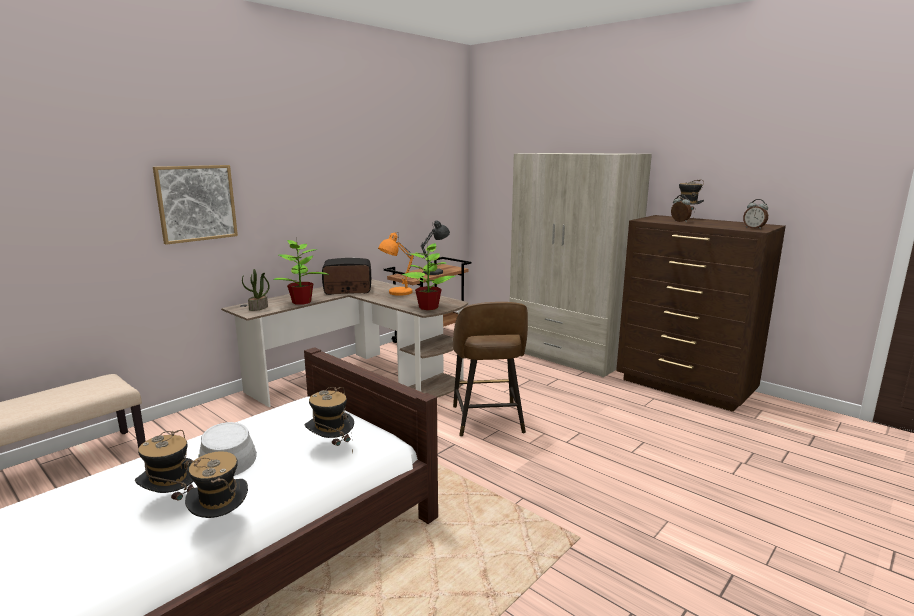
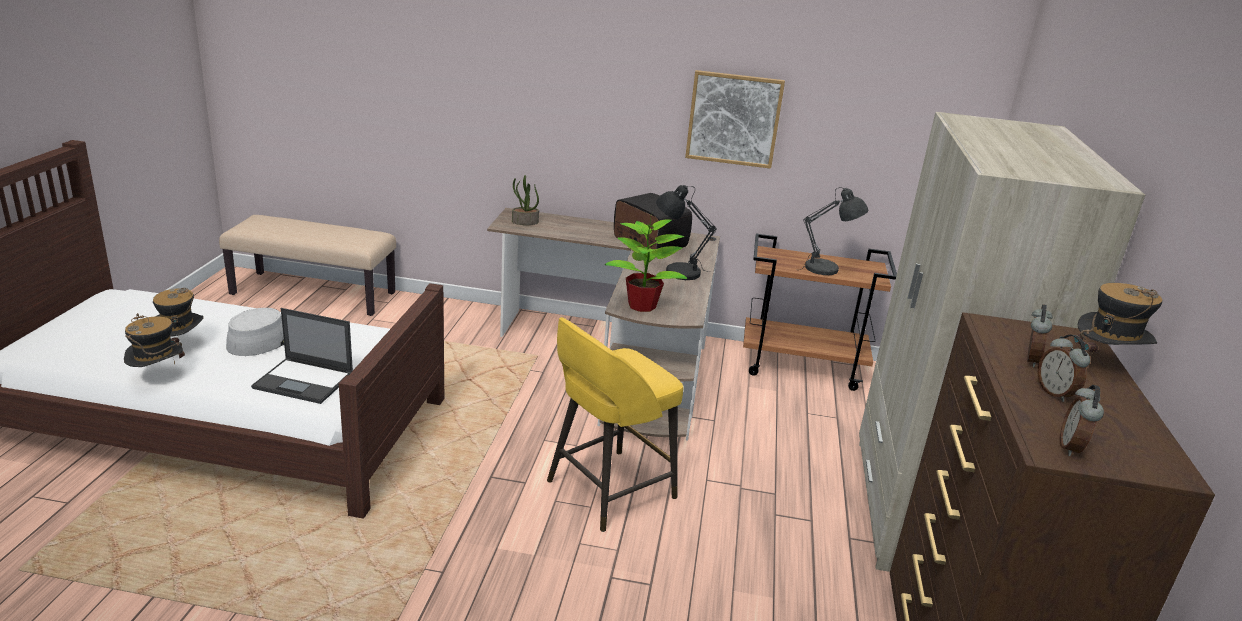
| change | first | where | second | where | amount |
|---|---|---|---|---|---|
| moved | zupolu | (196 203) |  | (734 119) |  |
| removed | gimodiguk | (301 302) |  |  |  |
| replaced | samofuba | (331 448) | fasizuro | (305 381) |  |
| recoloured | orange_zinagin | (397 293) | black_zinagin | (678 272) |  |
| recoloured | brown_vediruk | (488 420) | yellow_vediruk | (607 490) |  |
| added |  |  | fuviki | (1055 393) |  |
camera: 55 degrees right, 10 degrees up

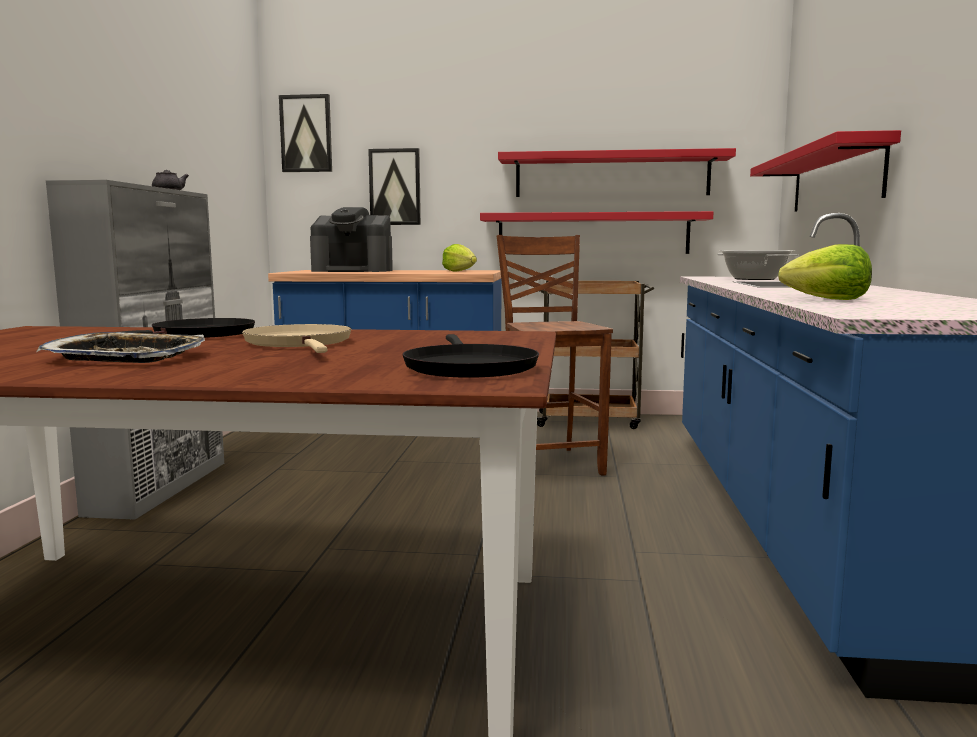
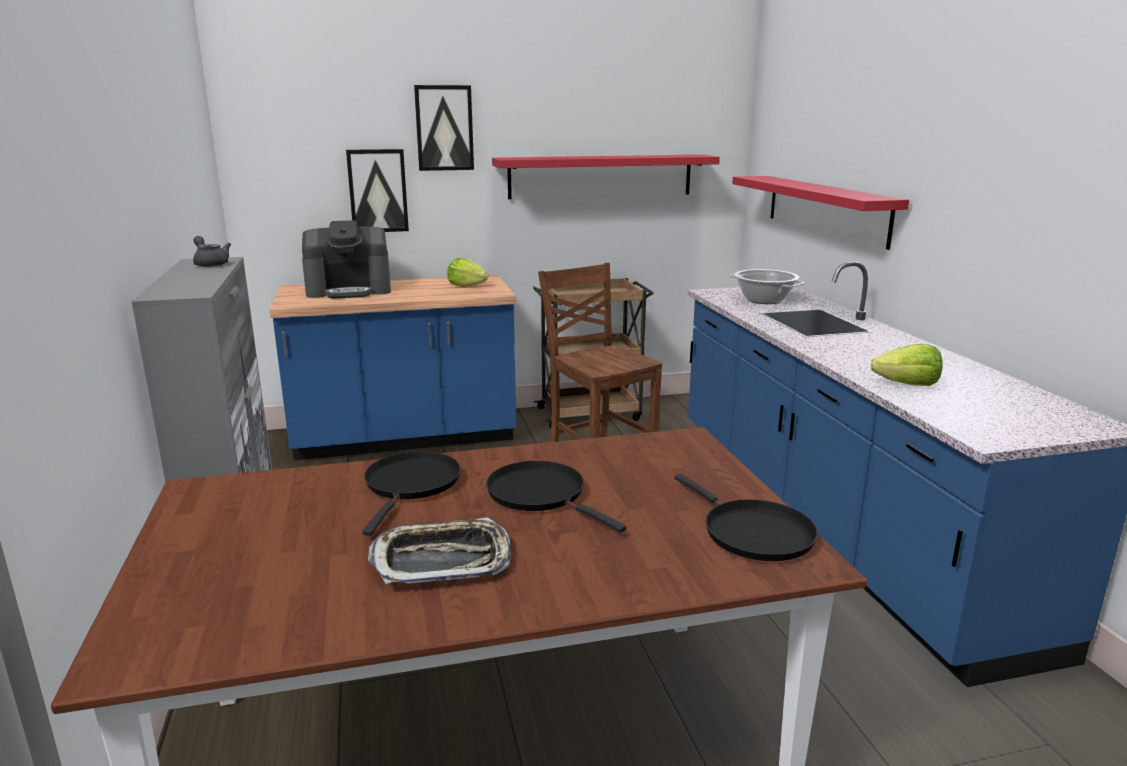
| change | first | where | second | where | amount |
|---|---|---|---|---|---|
| recoloured | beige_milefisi | (300 343) | black_milefisi | (541 494) |  |
| moved | zupolu | (306 134) |  | (444 128) |  |
| removed | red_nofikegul | (593 233) |  |  |  |
camera: 20 degrees left, 10 degrees up

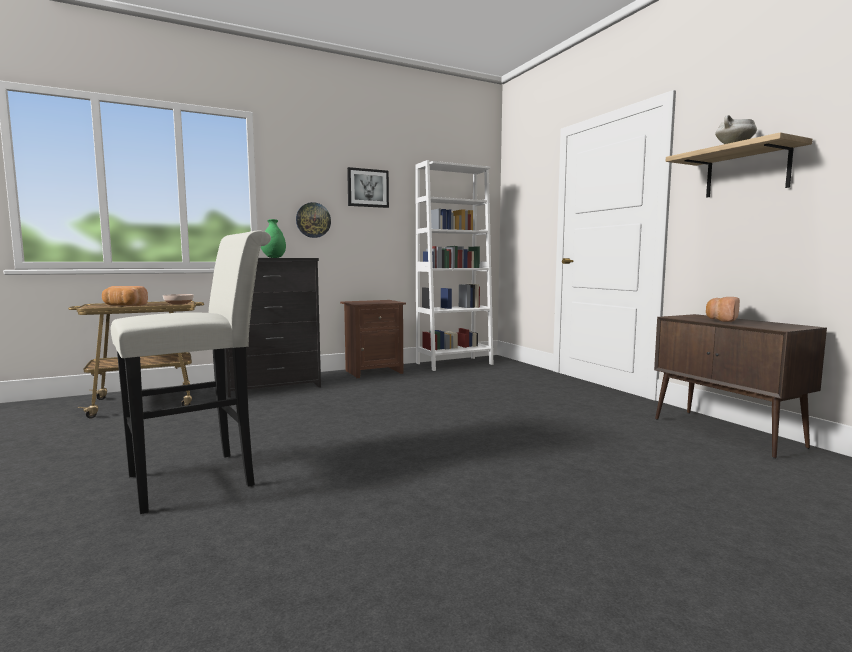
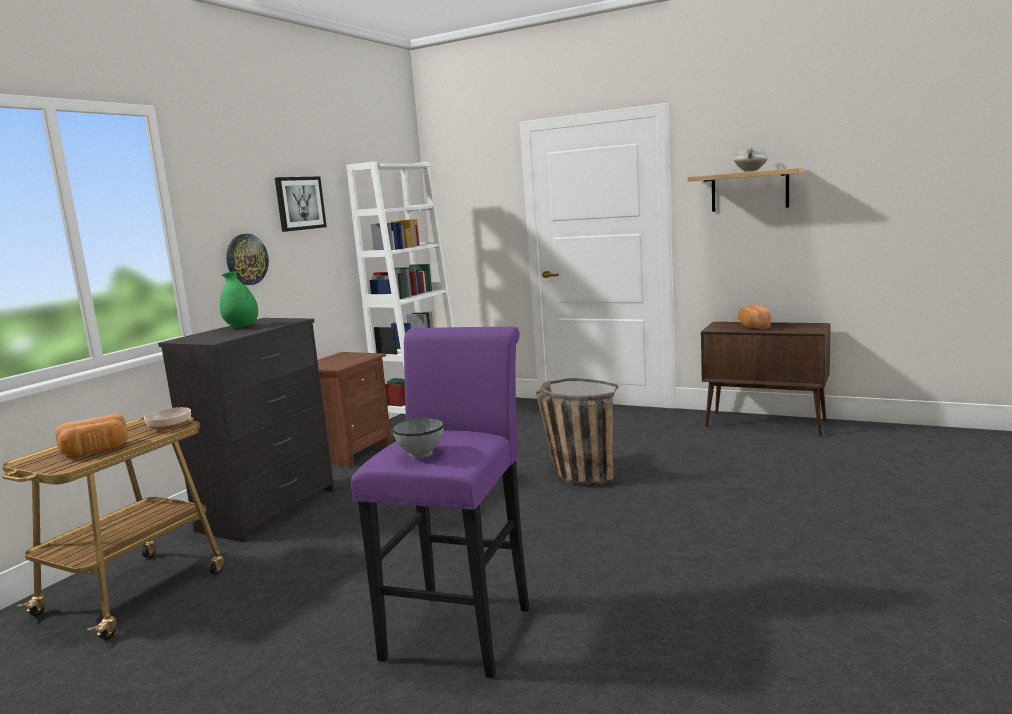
| change | first | where | second | where | amount |
|---|---|---|---|---|---|
| recoloured | white_vediruk | (202 478) | purple_vediruk | (462 626) |  |
| added |  |  | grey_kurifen | (420 453) |  |
| added |  |  | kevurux | (573 474) |  |
camera: 35 degrees left, 5 degrees up

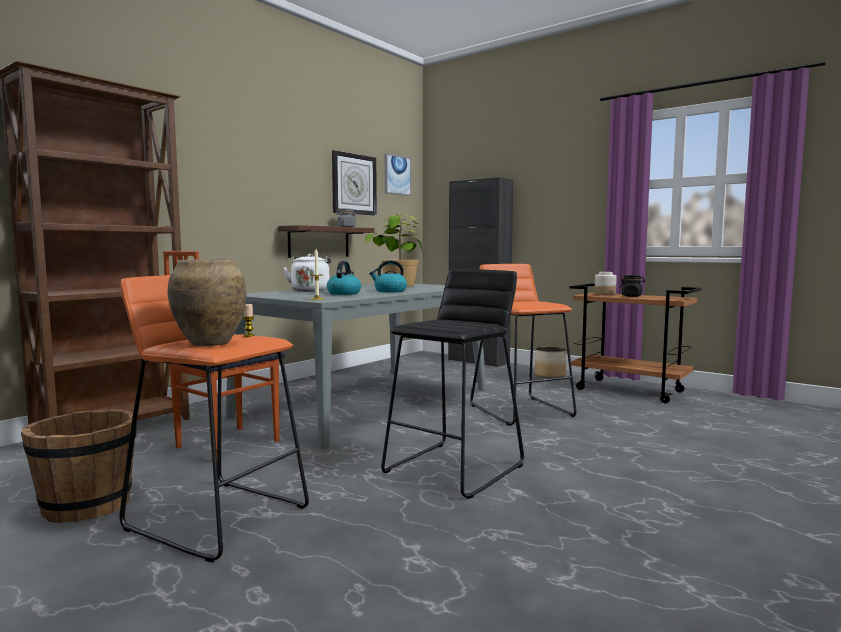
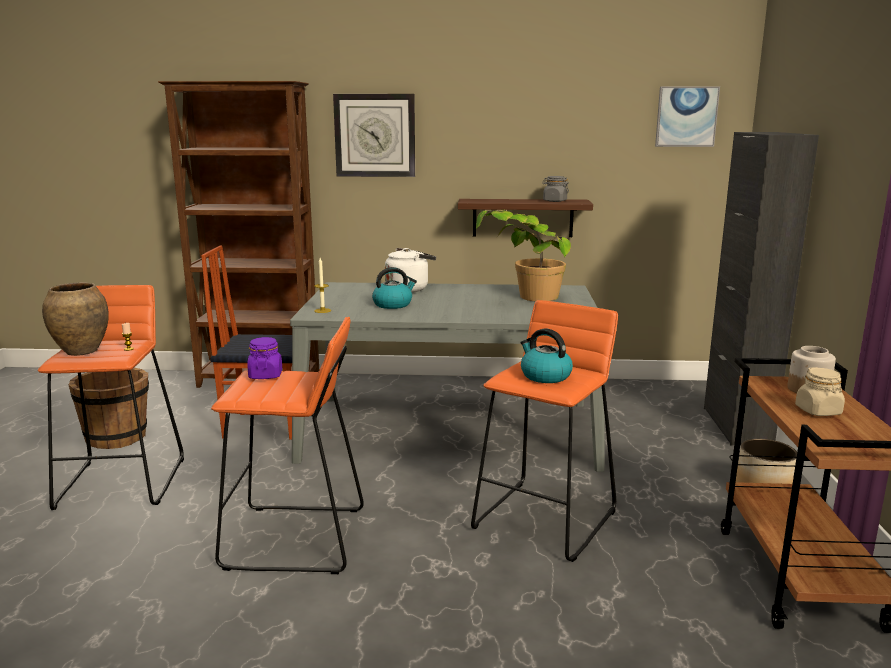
| change | first | where | second | where | amount |
|---|---|---|---|---|---|
| moved | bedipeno | (354 184) |  | (375 135) |  |
| moved | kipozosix | (390 291) |  | (544 376) |  |
| recoloured | black_vediruk | (455 468) | orange_vediruk | (296 539) |  |
| recoloured | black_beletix | (632 296) | beige_beletix | (818 411) |  |
| added |  |  | purple_beletix | (265 375) |  |
camera: 55 degrees right, 10 degrees up

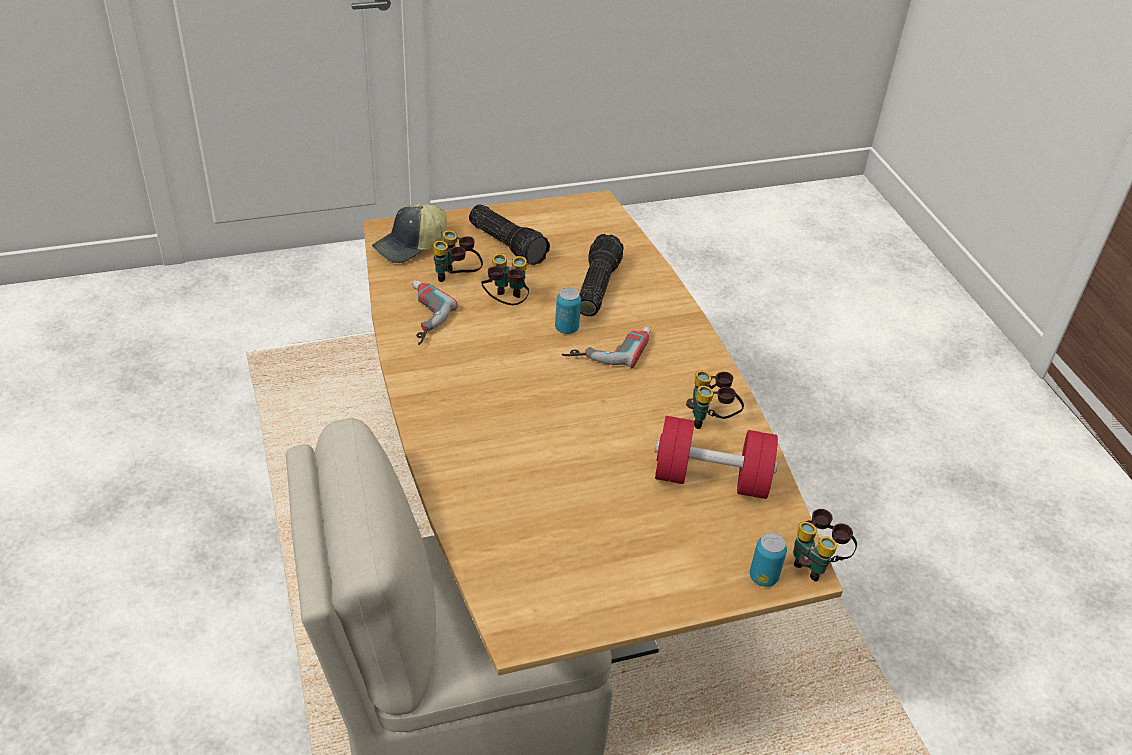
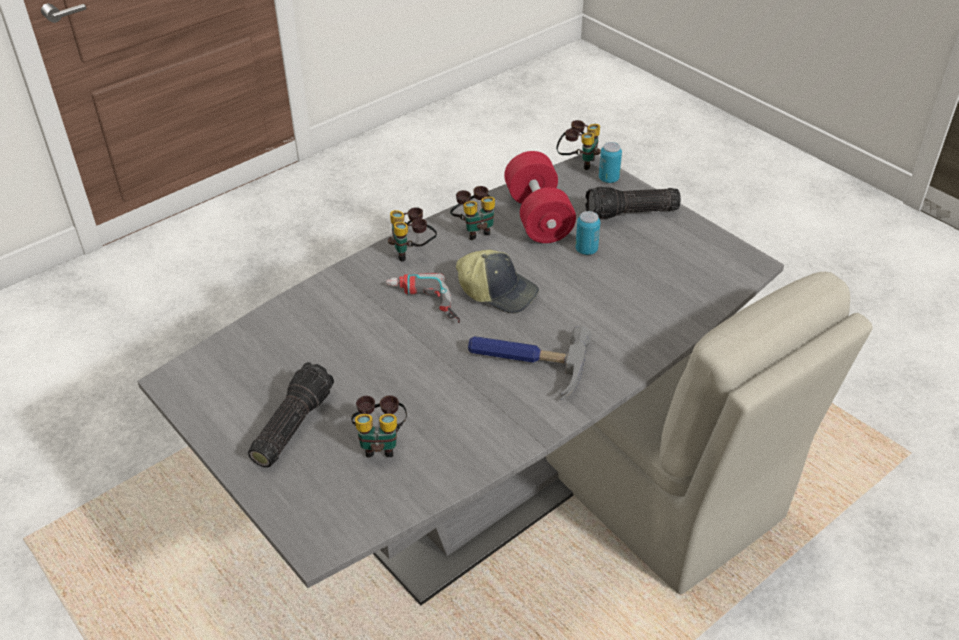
| change | first | where | second | where | amount |
|---|---|---|---|---|---|
| recoloured | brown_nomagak | (552 560) | grey_nomagak | (481 494) |  |
| moved | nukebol | (411 246) |  | (498 291) |  |
| removed | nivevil | (418 316) |  |  |  |
| moved | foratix | (506 303) |  | (413 252) |  |
| moved | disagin | (566 328) |  | (586 250) |  |
| moved | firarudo | (595 286) |  | (631 214) |  |
| added |  |  | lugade | (525 363) |  |
camera: 110 degrees left, 0 degrees up

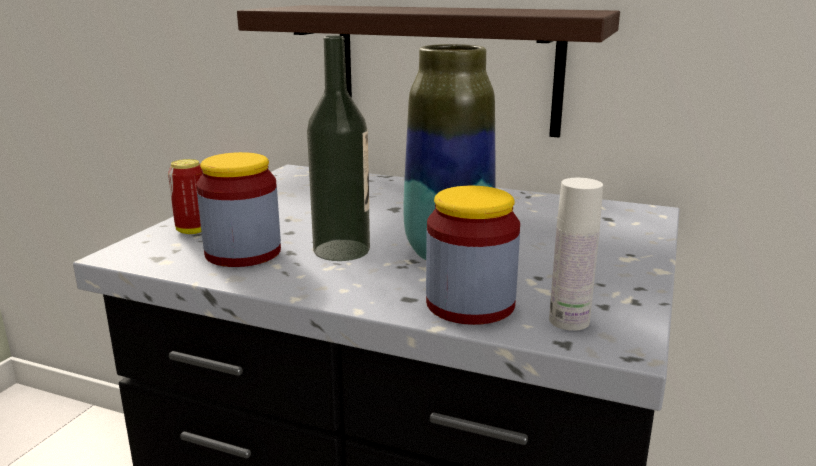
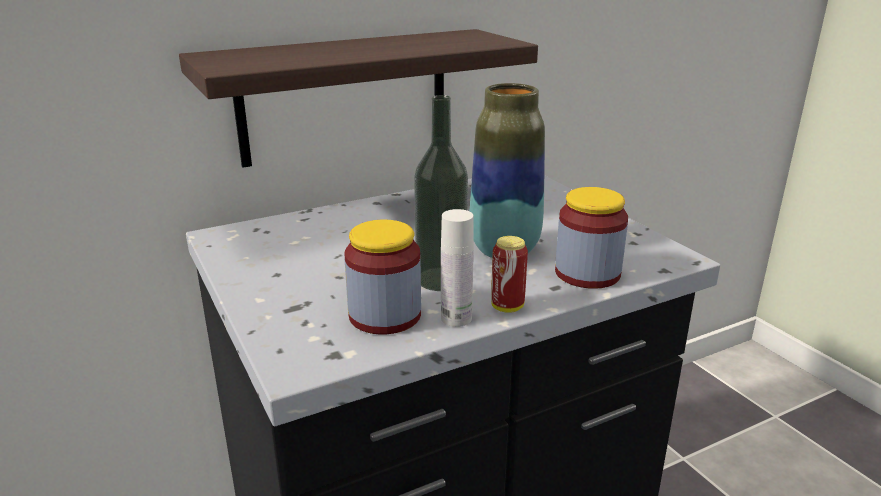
| change | first | where | second | where | amount |
|---|---|---|---|---|---|
| moved | disagin | (193 231) |  | (507 307) |  |
| moved | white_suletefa | (569 321) |  | (456 318) |  |
camera: 50 degrees left, 5 degrees up

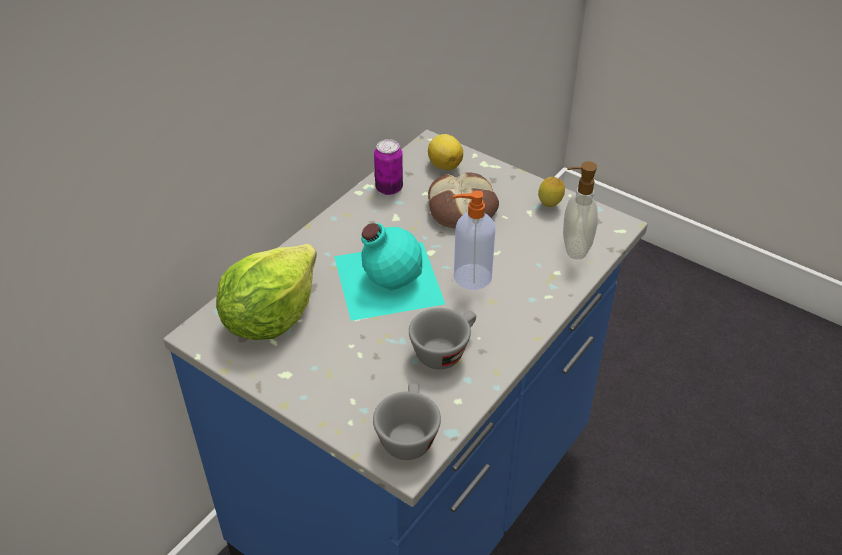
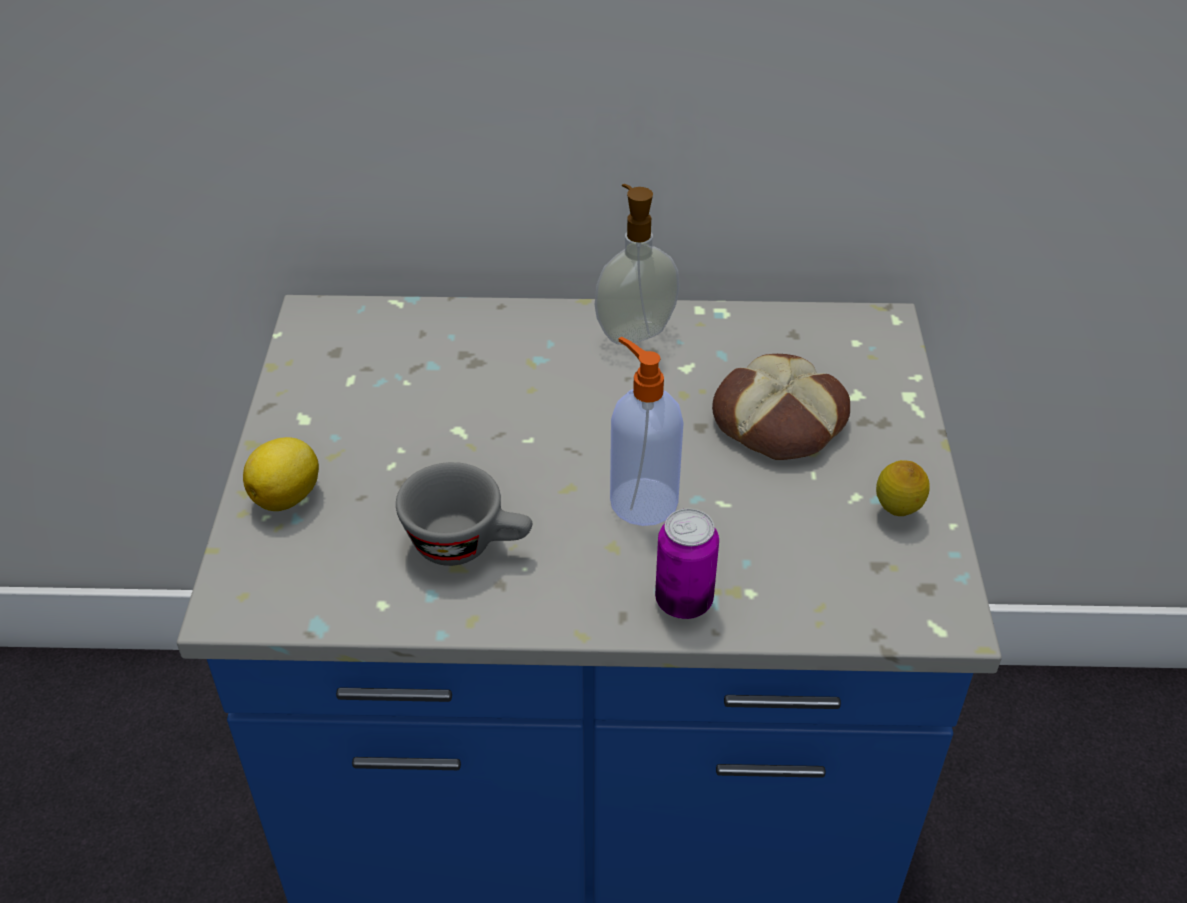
| change | first | where | second | where | amount |
|---|---|---|---|---|---|
| removed | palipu | (270 317) |  |  |  |
| removed | turquoise_suletefa | (386 278) |  |  |  |
| removed | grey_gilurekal | (407 435) |  |  |  |
| moved | disagin | (389 188) |  | (683 601) |  |
| moved | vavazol | (444 165) |  | (288 496) |  |
| moved | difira | (574 248) |  | (634 332) |  |
camera: 55 degrees right, 0 degrees up

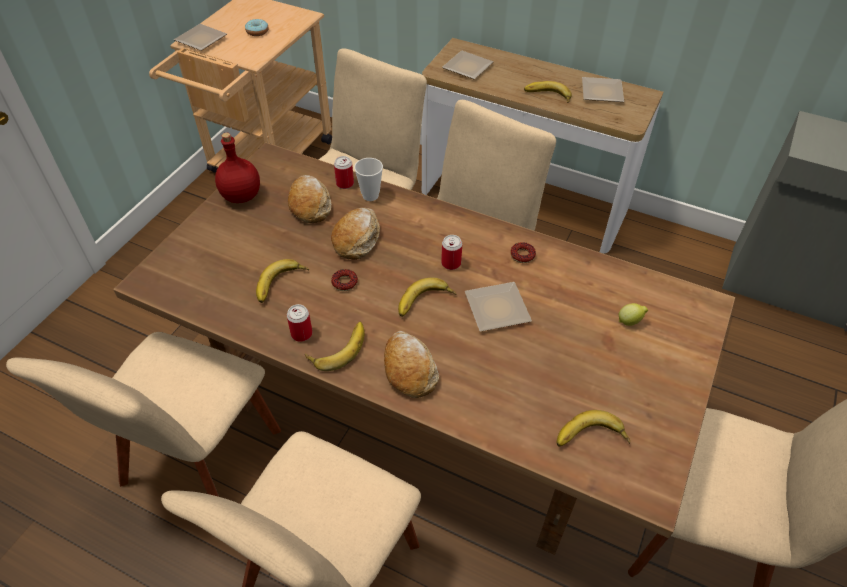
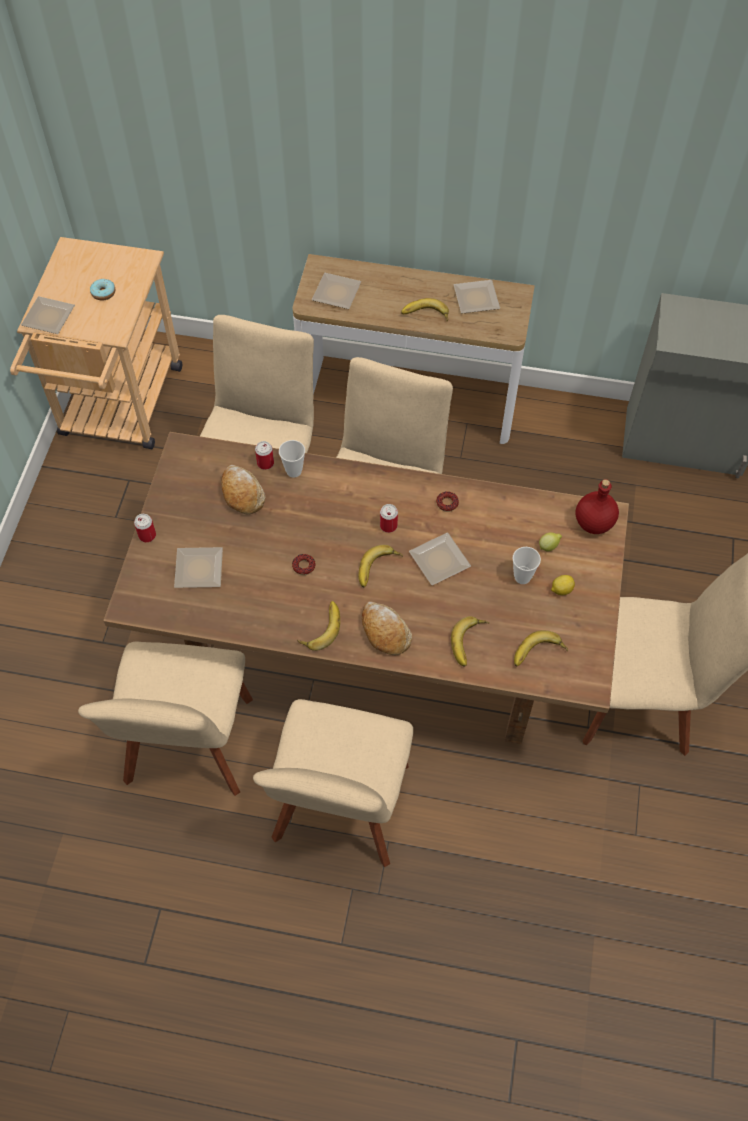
| change | first | where | second | where | amount |
|---|---|---|---|---|---|
| moved | red_suletefa | (240 196) |  | (593 523) |  |
| moved | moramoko | (281 285) |  | (470 643) |  |
| moved | disagin | (301 333) |  | (147 535) |  |
| removed | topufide | (357 239) |  |  |  |
| added |  |  | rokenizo | (201 568) |  |
| added |  |  | gilurekal | (522 577) |  |
| added |  |  | vavazol | (561 590) |  |
camera: 15 degrees left, 10 degrees up

